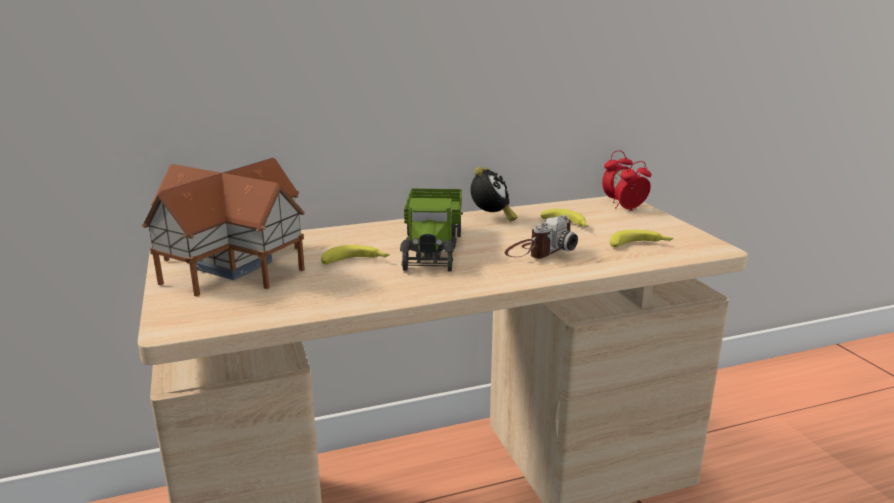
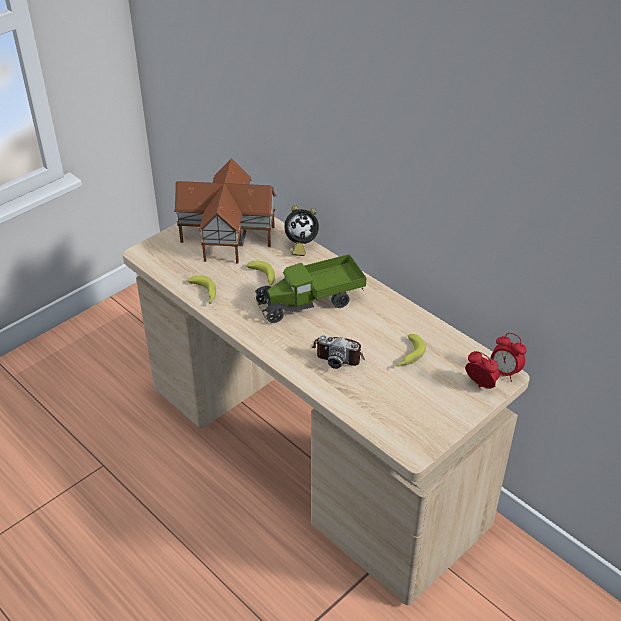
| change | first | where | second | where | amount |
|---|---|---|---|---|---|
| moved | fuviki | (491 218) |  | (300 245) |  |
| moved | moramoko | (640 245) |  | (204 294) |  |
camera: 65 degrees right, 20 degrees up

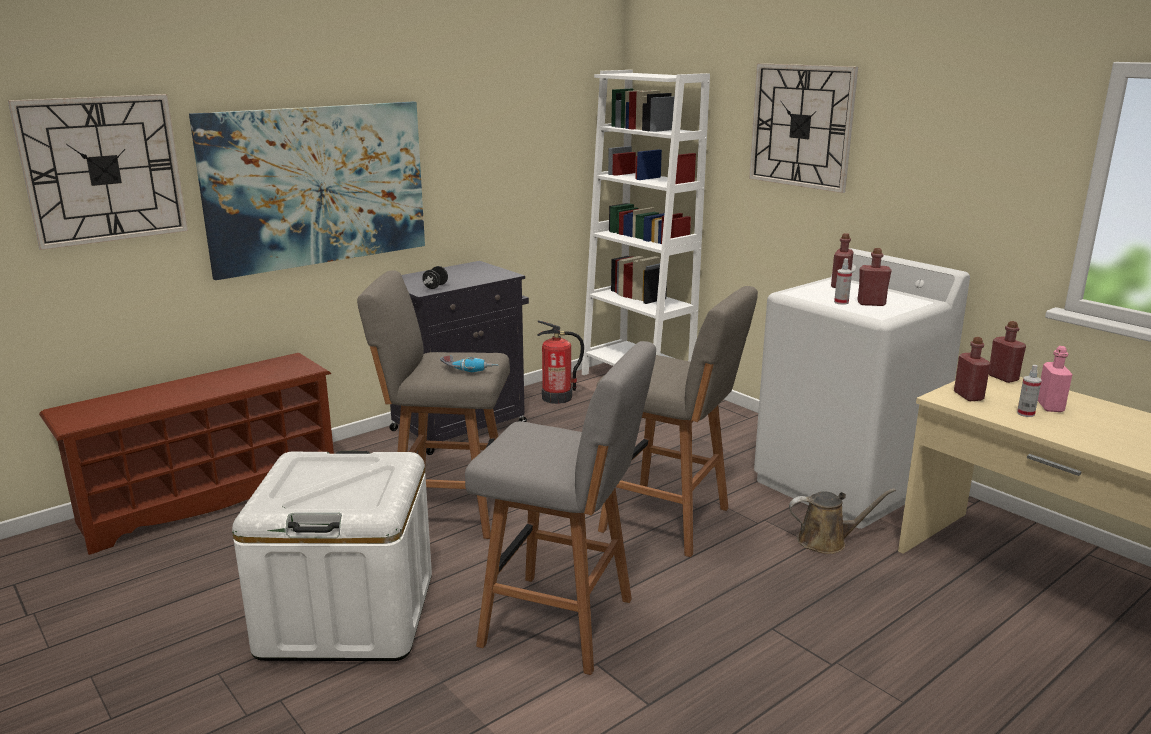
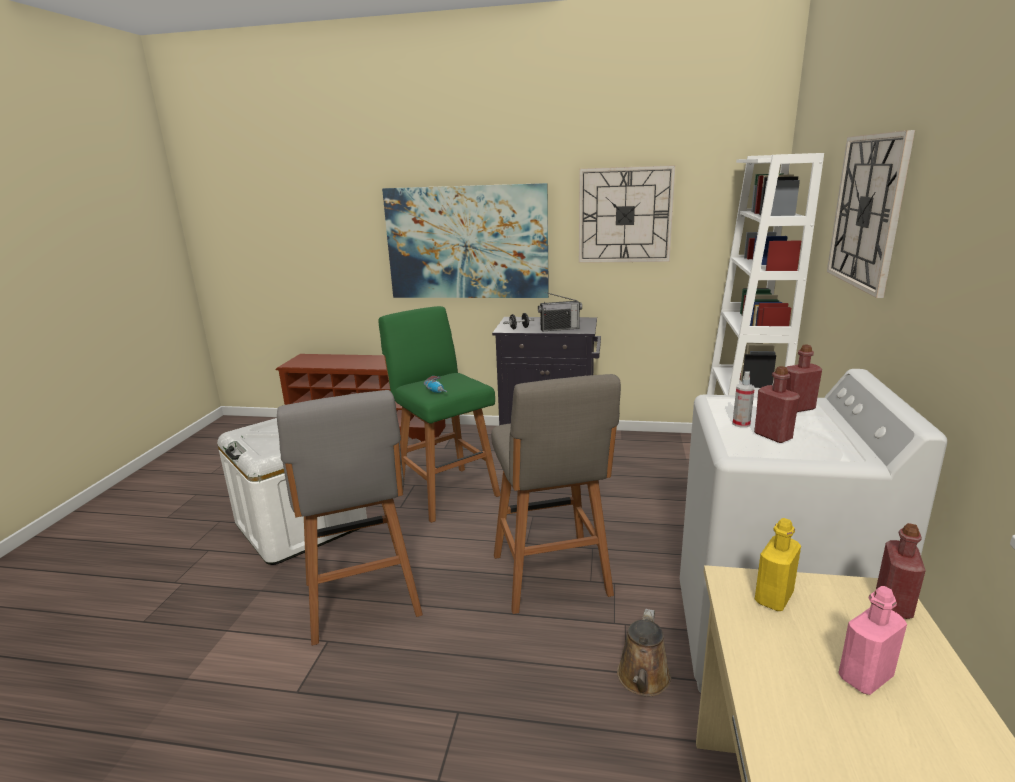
| change | first | where | second | where | amount |
|---|---|---|---|---|---|
| moved | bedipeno | (103 170) |  | (625 215) |  |
| recoloured | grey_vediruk | (447 509) | green_vediruk | (446 492) |  |
| removed | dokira | (557 398) |  |  |  |
| turned | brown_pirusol | (827 541) |  | (643 680) | 60 degrees clockwise |
| recoloured | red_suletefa | (968 396) | yellow_suletefa | (773 597) |  |
| removed | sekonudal | (1025 413) |  |  |  |
| added |  |  | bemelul | (559 329) |  |
camera: 50 degrees right, 0 degrees up

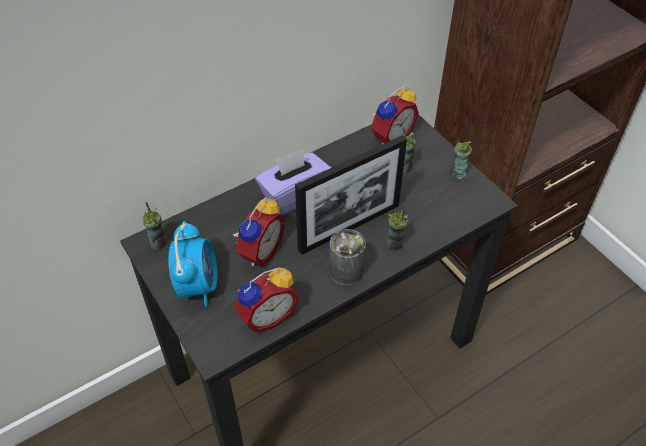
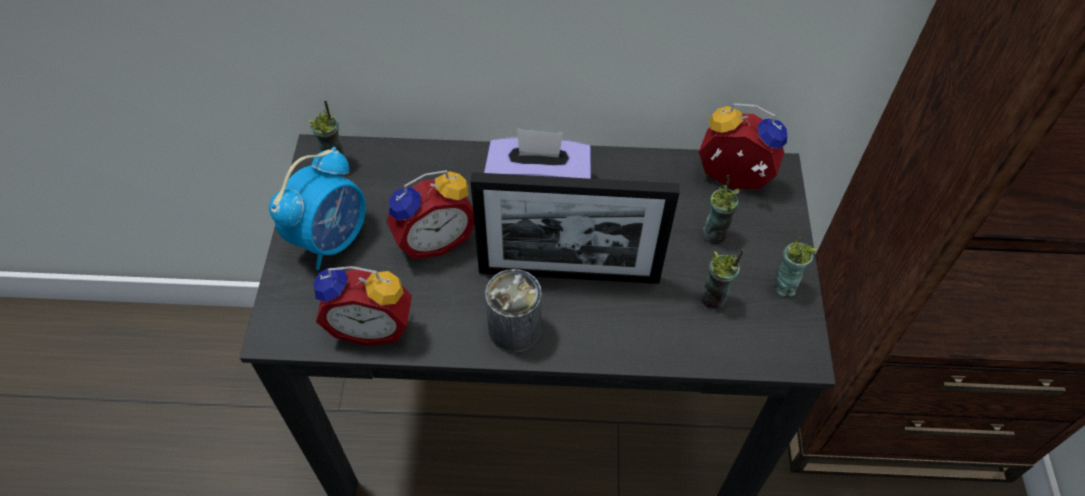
| change | first | where | second | where | amount |
|---|---|---|---|---|---|
| turned | fuviki | (390 136) |  | (732 181) | 150 degrees counterclockwise |
| moved | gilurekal | (395 244) |  | (714 299) |  |
camera: 35 degrees right, 5 degrees up

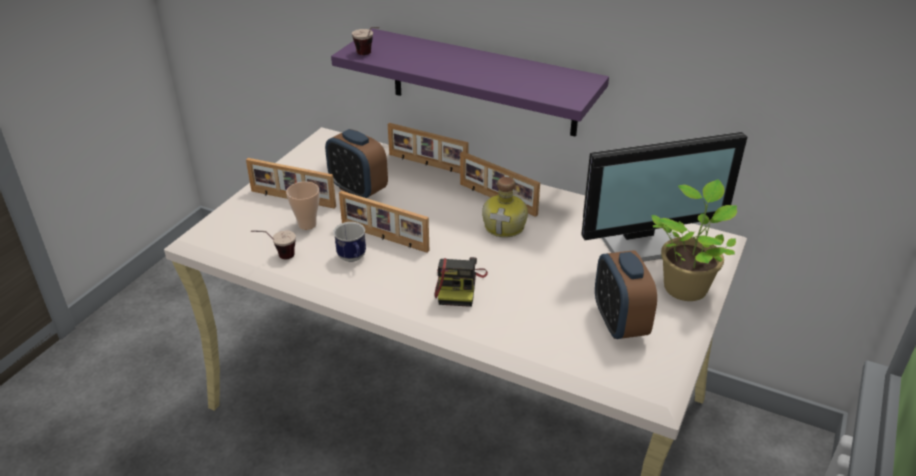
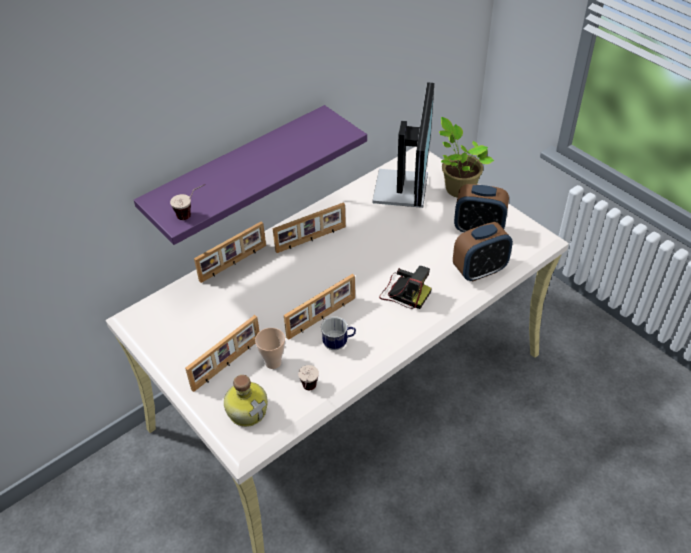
| change | first | where | second | where | amount |
|---|---|---|---|---|---|
| moved | fuviki | (358 190) |  | (479 270) |  |
| moved | suletefa | (505 226) |  | (247 410) |  |
camera: 65 degrees left, 10 degrees up

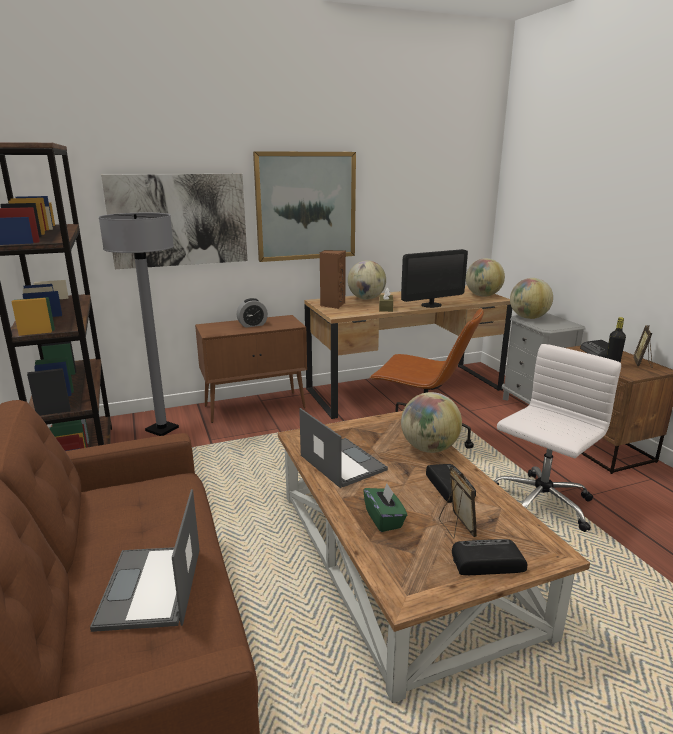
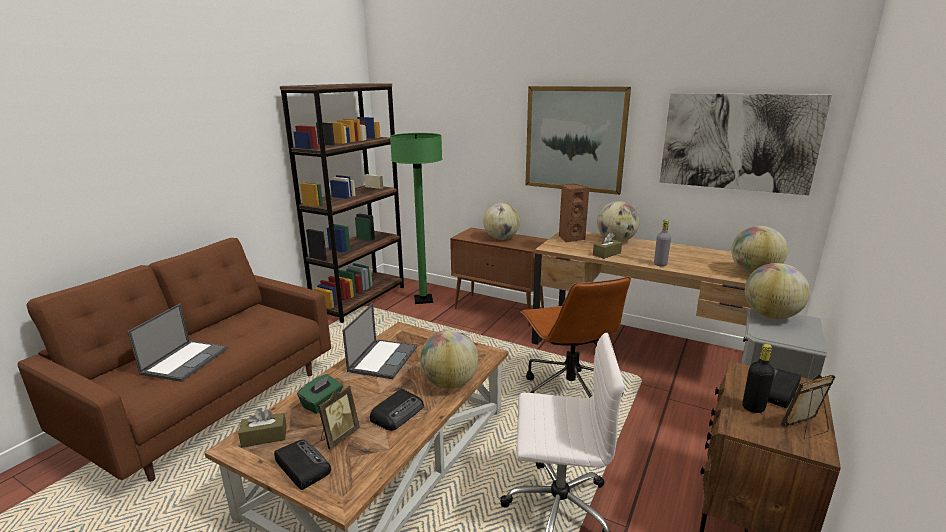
| change | first | where | second | where | amount |
|---|---|---|---|---|---|
| turned | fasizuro | (151 588) |  | (186 360) | 150 degrees clockwise |
| recoloured | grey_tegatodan | (162 429) | green_tegatodan | (423 300) |  |
| moved | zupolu | (179 220) |  | (737 142) |  |
| replaced | fuviki | (252 325) | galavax | (501 238) |  |
| replaced | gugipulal | (431 305) | grey_suletefa | (660 264) |  |
| added |  |  | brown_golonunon | (264 437) |  |
camera: 50 degrees right, 0 degrees up

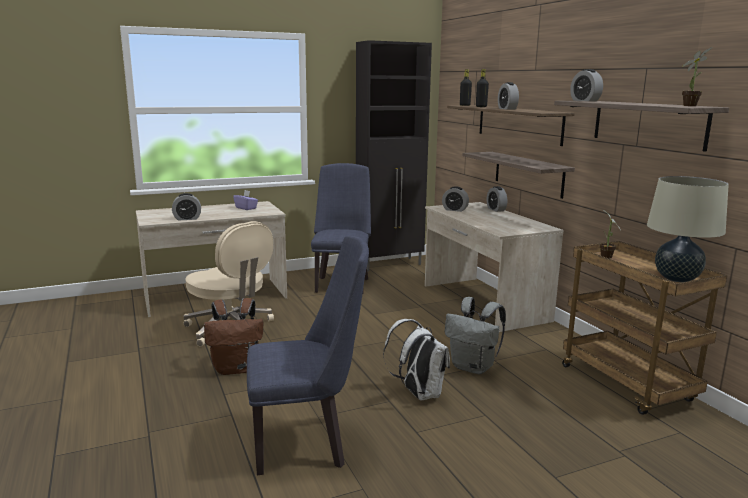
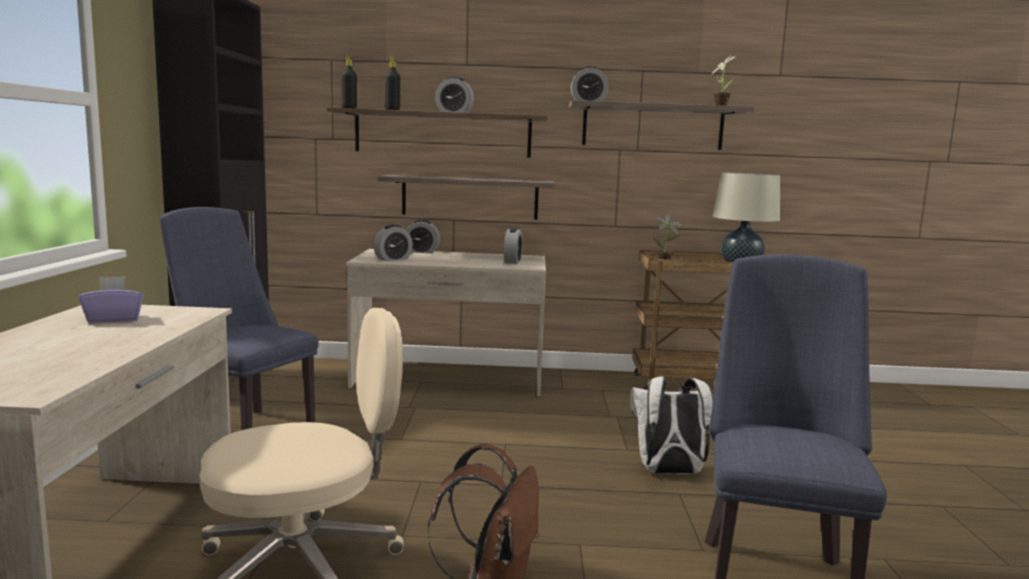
| change | first | where | second | where | amount |
|---|---|---|---|---|---|
| moved | fuviki | (187 219) |  | (512 261) |  |
| removed | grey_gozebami | (473 367) |  |  |  |
camera: 65 degrees left, 5 degrees down

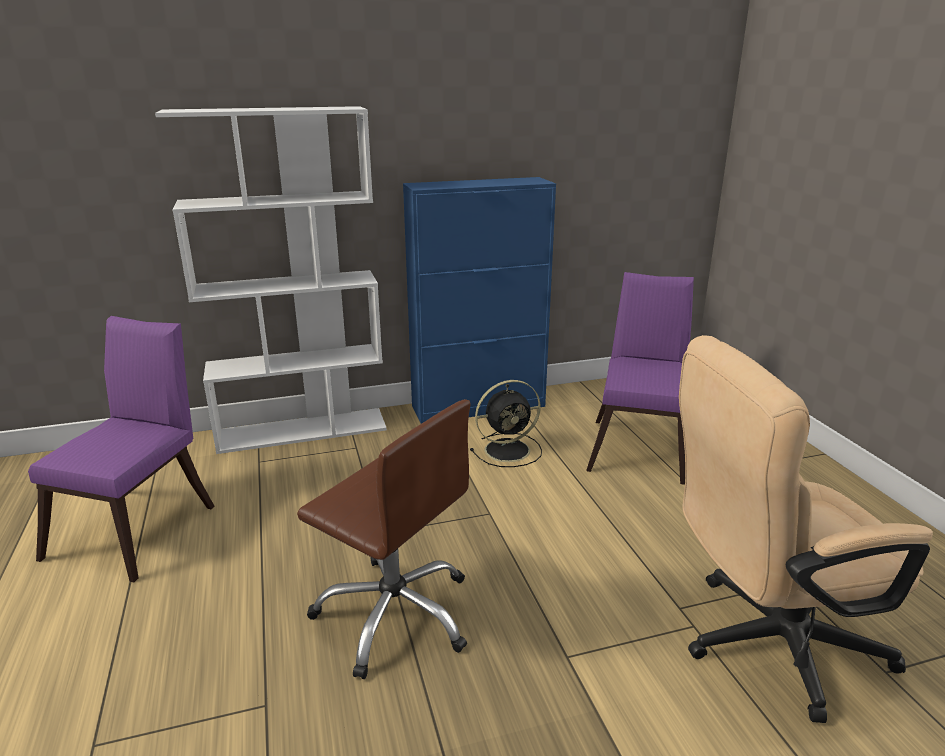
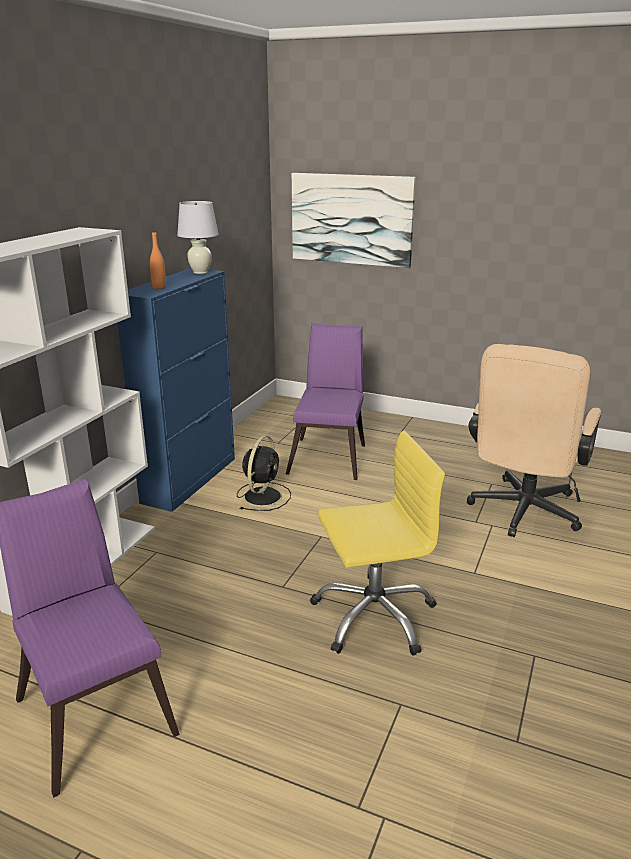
| change | first | where | second | where | amount |
|---|---|---|---|---|---|
| recoloured | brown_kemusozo | (395 613) | yellow_kemusozo | (373 615) |  |
| turned | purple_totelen | (639 447) |  | (329 456) | 45 degrees clockwise |
| added |  |  | orange_suletefa | (159 287) |  |
| added |  |  | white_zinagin | (200 272) |  |
| added |  |  | zupolu | (351 219) |  |
camera: 50 degrees left, 0 degrees up

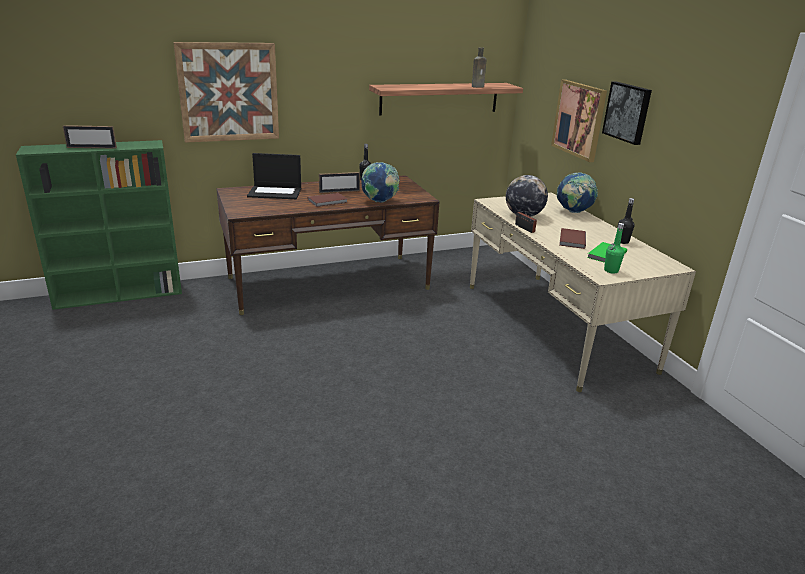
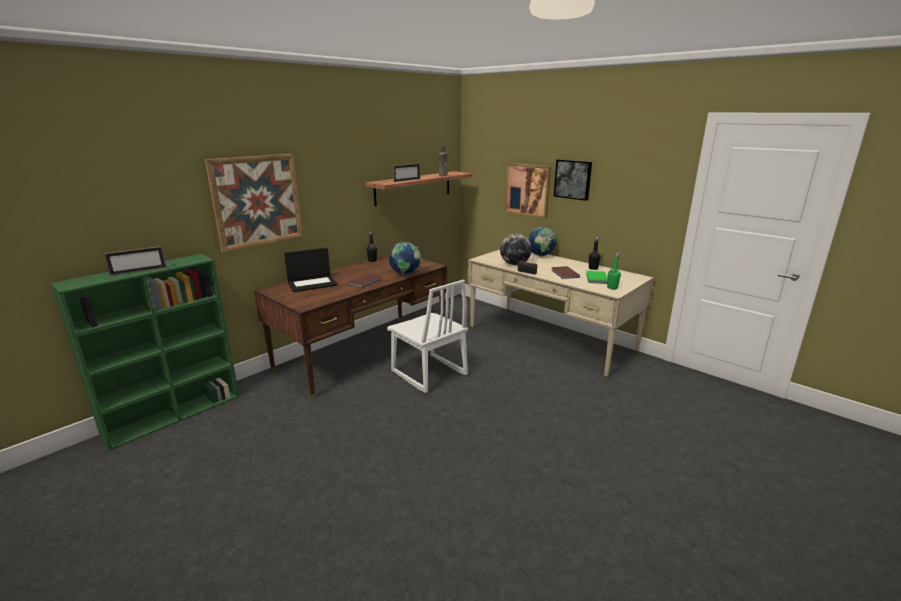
| change | first | where | second | where | amount |
|---|---|---|---|---|---|
| moved | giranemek | (339 191) |  | (407 180) |  |
| added |  |  | white_totelen | (428 374) |  |
camera: 25 degrees left, 5 degrees down

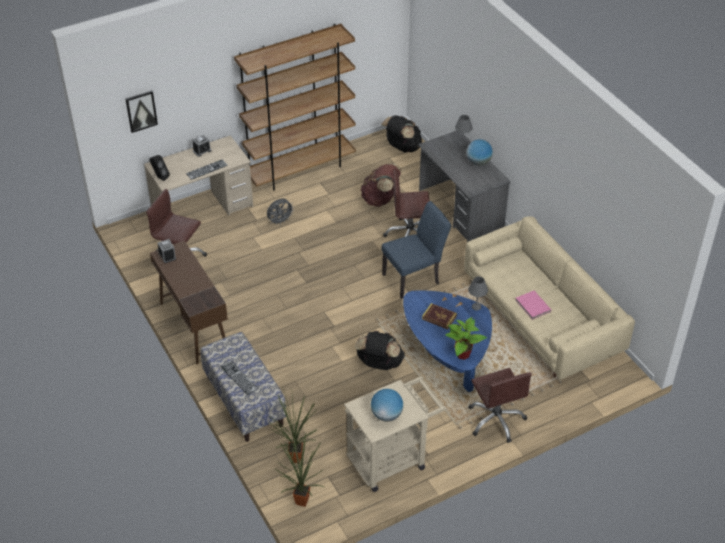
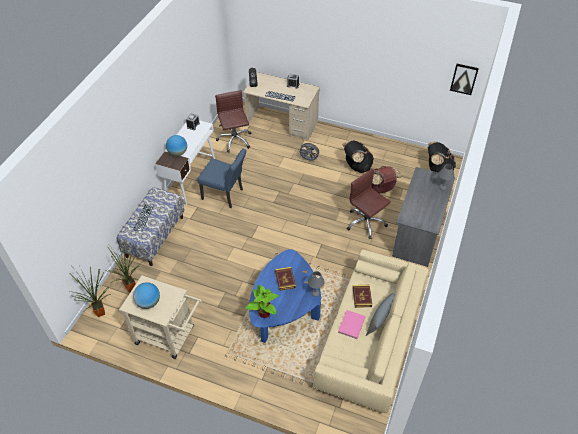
| change | first | where | second | where | amount |
|---|---|---|---|---|---|
| moved | zupolu | (141 111) |  | (464 79) |  |
| recoloured | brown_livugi | (194 326) | white_livugi | (191 179) |  |
| removed | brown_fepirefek | (300 169) |  |  |  |
| moved | black_gozebami | (379 364) |  | (356 166) |  |
| moved | blue_totelen | (415 278) |  | (225 195) |  |
| moved | galavax | (478 162) |  | (177 153) |  |
| removed | brown_kemusozo | (496 420) |  |  |  |
| added |  |  | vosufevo | (362 297) |  |
| added |  |  | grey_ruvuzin | (380 319) |  |
camera: 50 degrees right, 5 degrees up

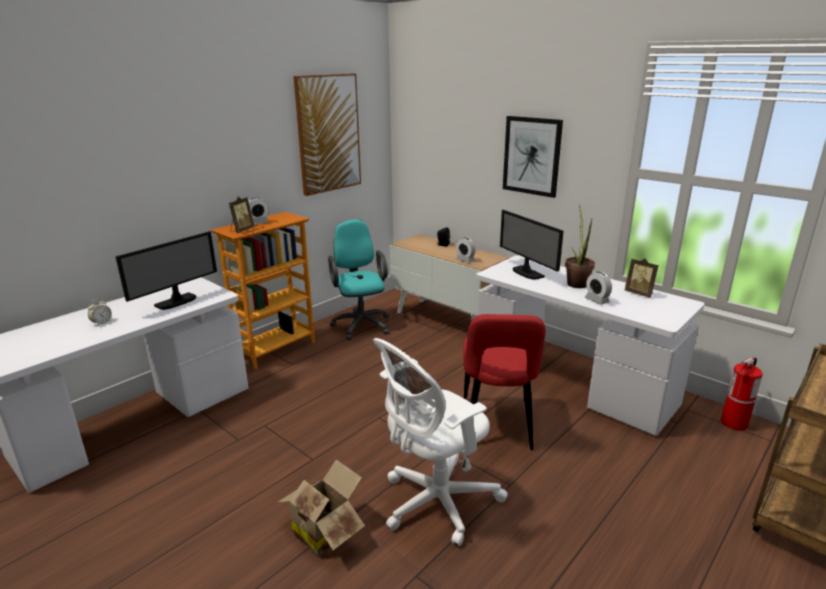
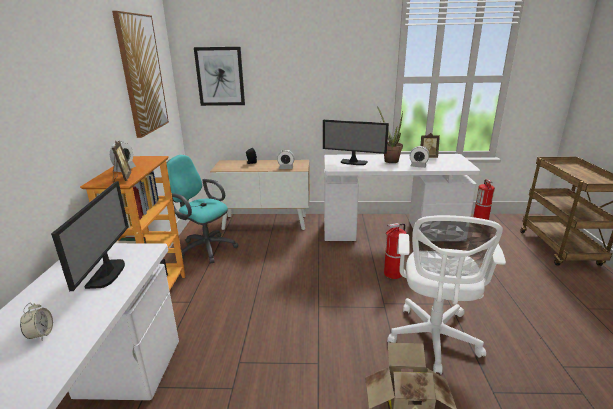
| change | first | where | second | where | amount |
|---|---|---|---|---|---|
| replaced | red_totelen | (496 426) | dokira | (393 274) |  |
| moved | zupolu | (532 156) |  | (220 76) |  |
camera: 40 degrees left, 0 degrees up

